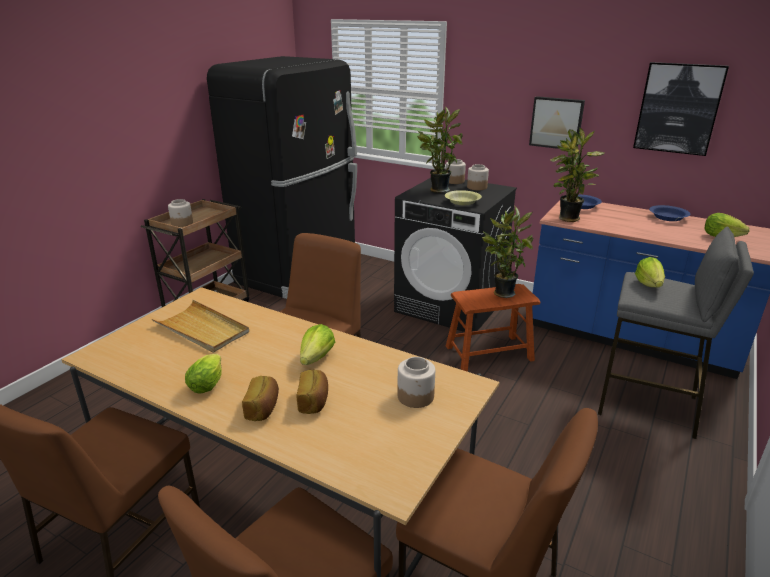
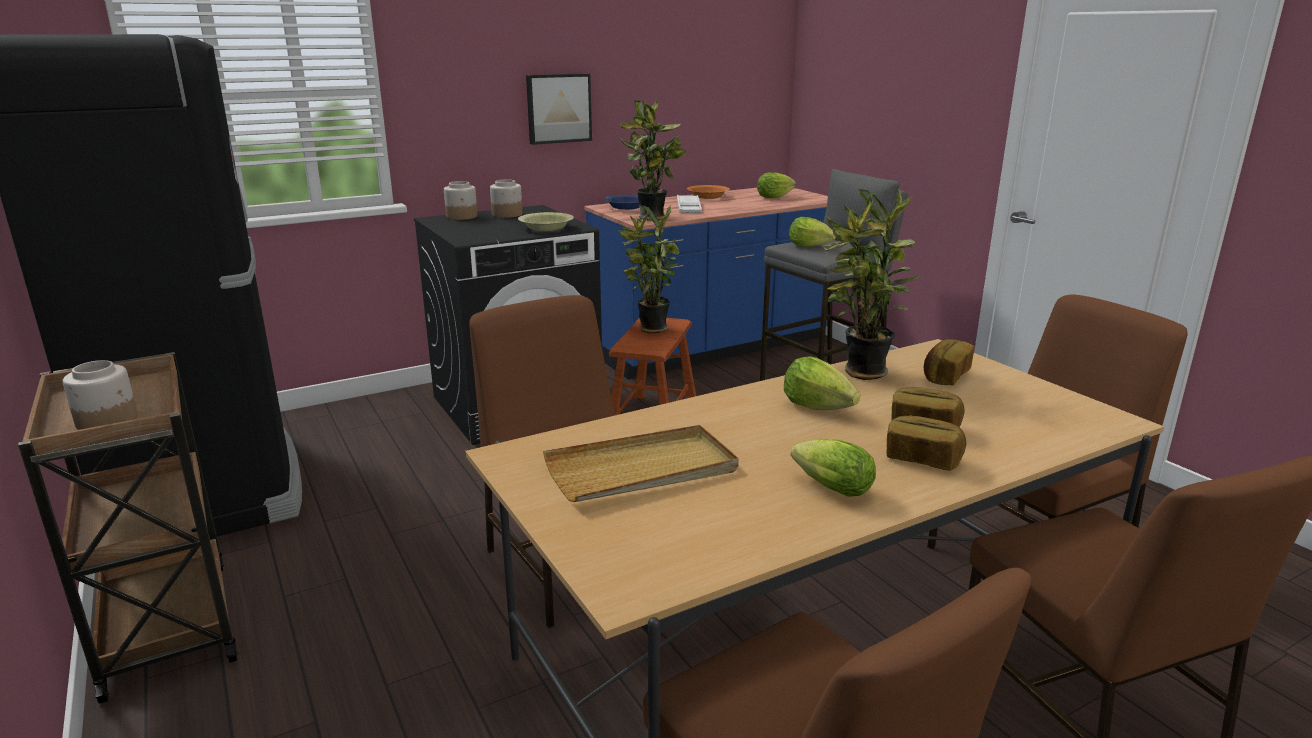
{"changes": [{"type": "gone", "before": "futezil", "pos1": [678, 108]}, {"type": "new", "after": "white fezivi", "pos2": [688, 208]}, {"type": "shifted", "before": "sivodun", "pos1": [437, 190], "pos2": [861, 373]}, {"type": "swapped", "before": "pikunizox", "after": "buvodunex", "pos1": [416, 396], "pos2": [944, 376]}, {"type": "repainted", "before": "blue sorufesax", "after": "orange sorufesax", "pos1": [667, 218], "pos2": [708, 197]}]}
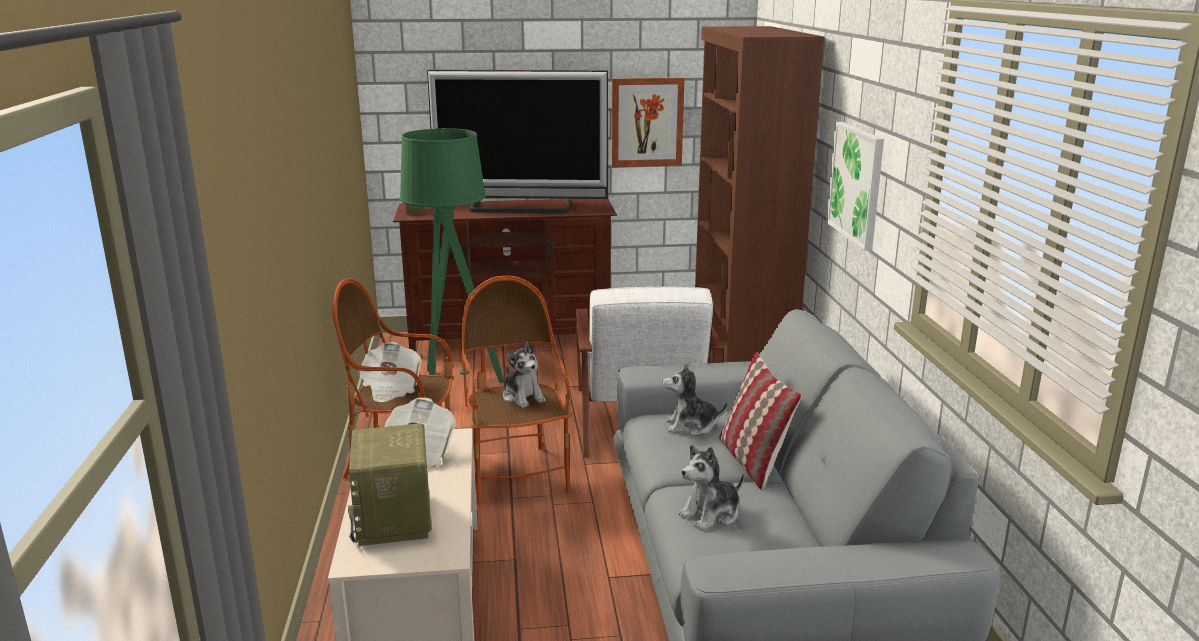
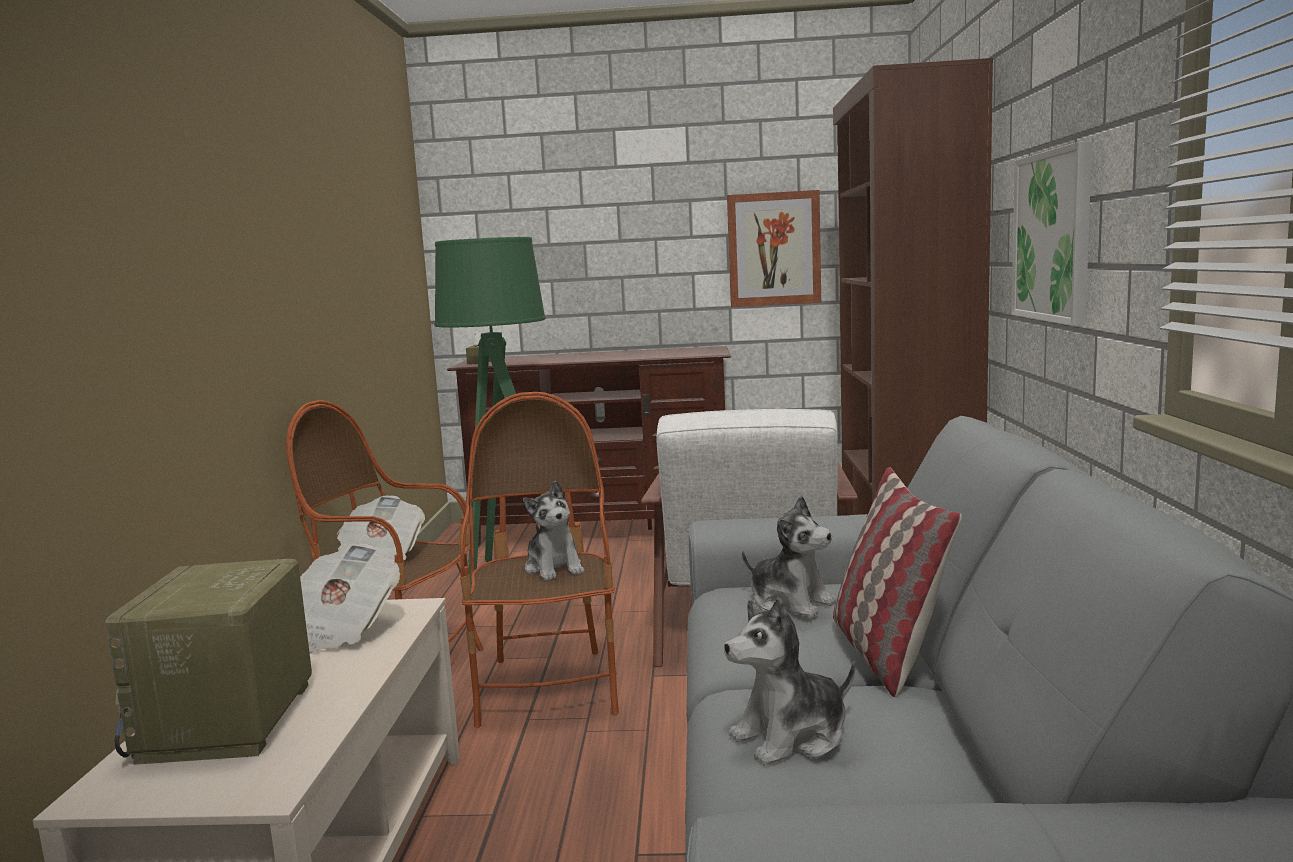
{"changes": [{"type": "gone", "before": "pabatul", "pos1": [521, 207]}, {"type": "rotated", "before": "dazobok", "pos1": [691, 426], "pos2": [790, 602], "turn": -150}]}
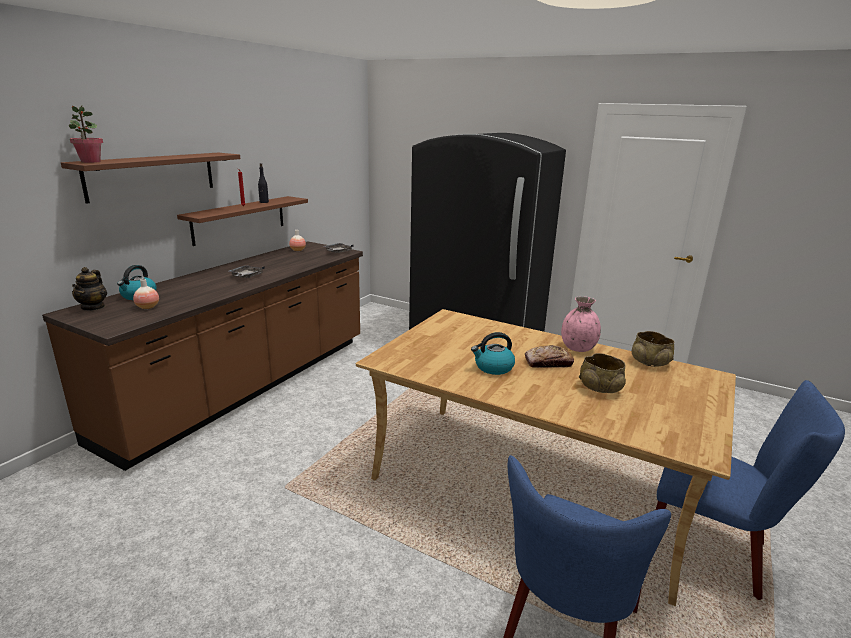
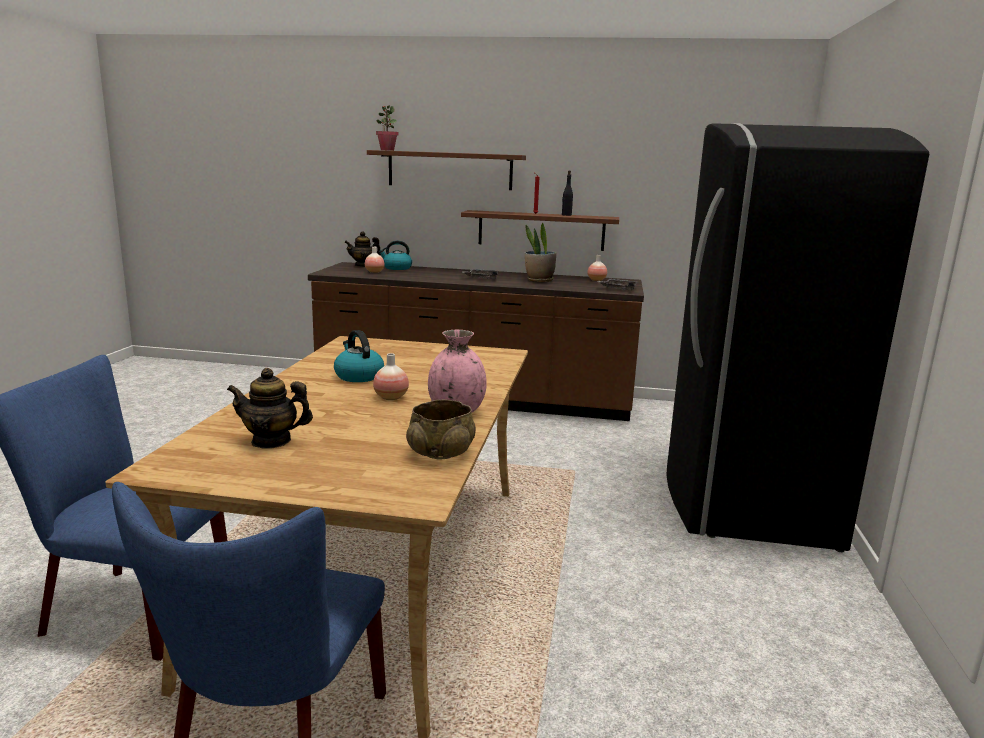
{"changes": [{"type": "gone", "before": "beige sorufesax", "pos1": [600, 388]}, {"type": "new", "after": "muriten", "pos2": [271, 441]}, {"type": "new", "after": "sivodun", "pos2": [539, 280]}, {"type": "swapped", "before": "buvodunex", "after": "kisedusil", "pos1": [548, 363], "pos2": [391, 397]}]}
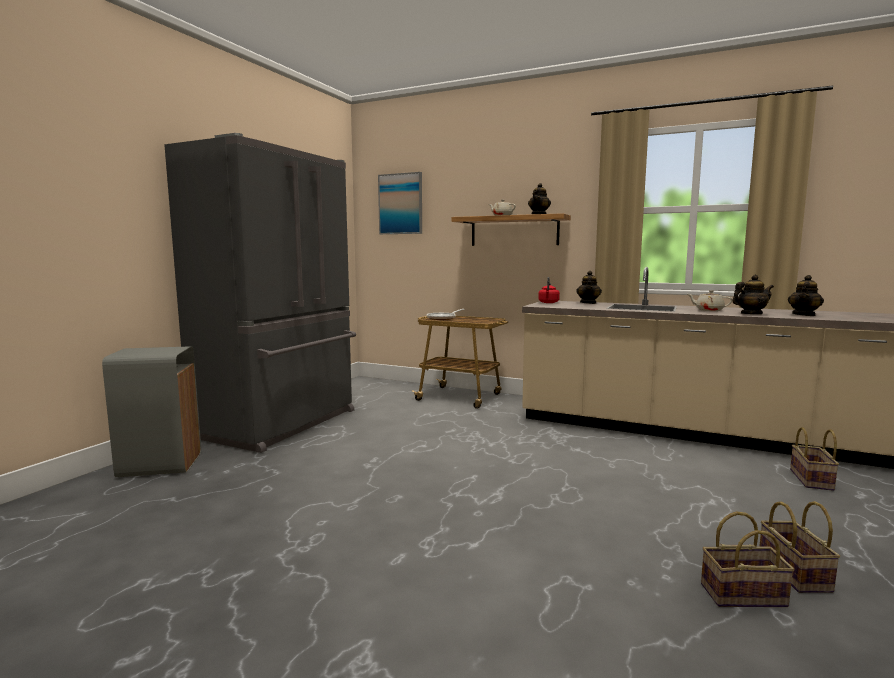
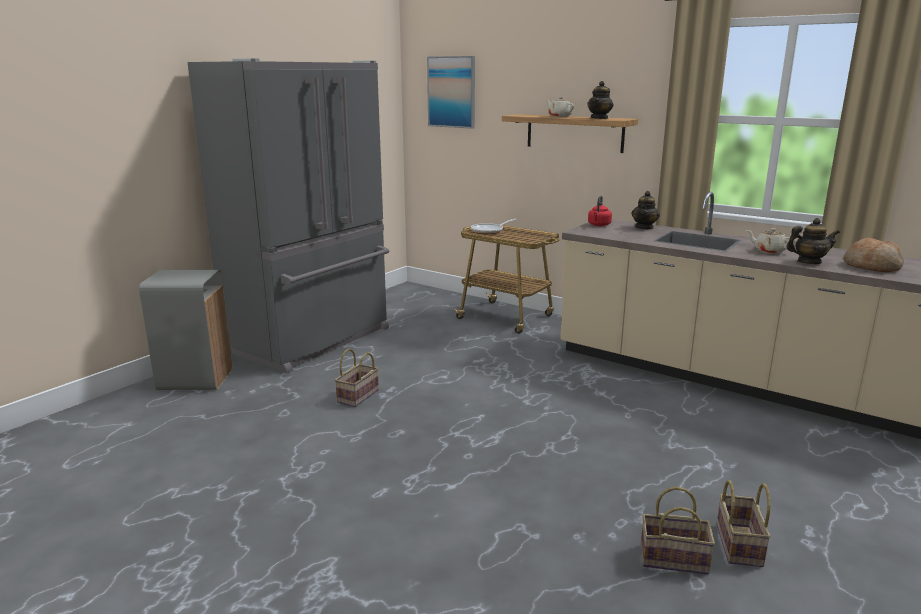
{"changes": [{"type": "shifted", "before": "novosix", "pos1": [812, 480], "pos2": [358, 397]}, {"type": "swapped", "before": "muriten", "after": "buvodunex", "pos1": [804, 315], "pos2": [872, 266]}]}
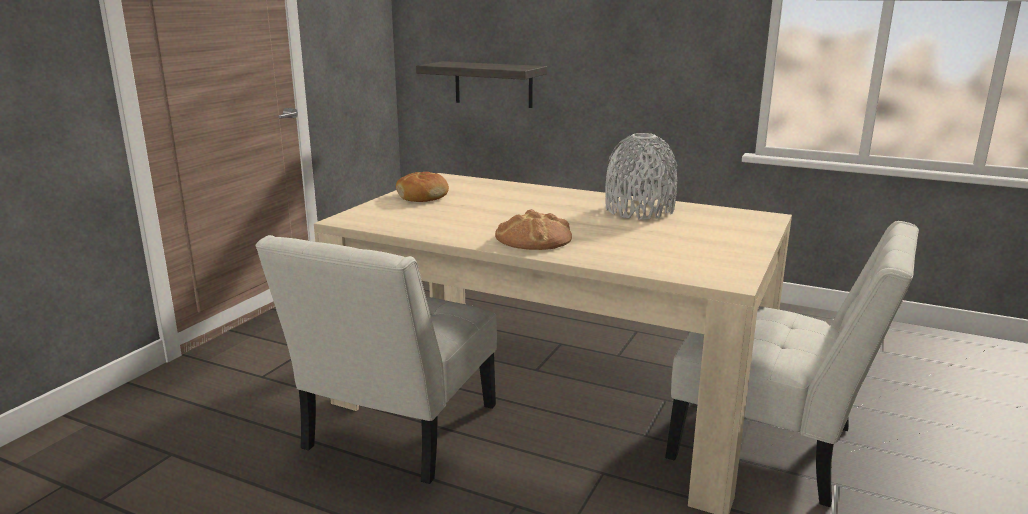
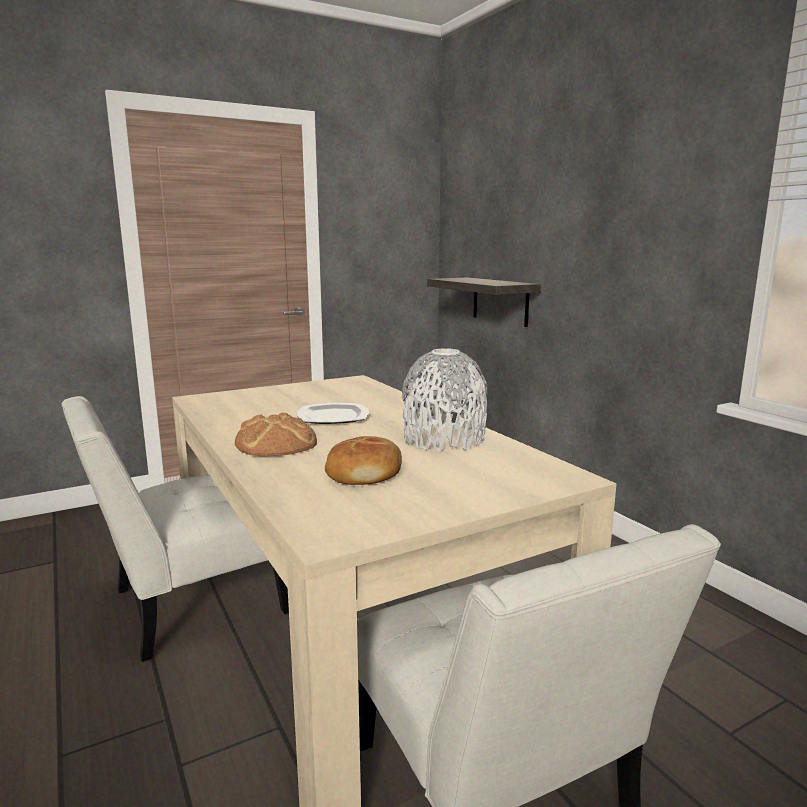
{"changes": [{"type": "new", "after": "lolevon", "pos2": [334, 417]}, {"type": "shifted", "before": "buvodunex", "pos1": [423, 196], "pos2": [364, 473]}]}
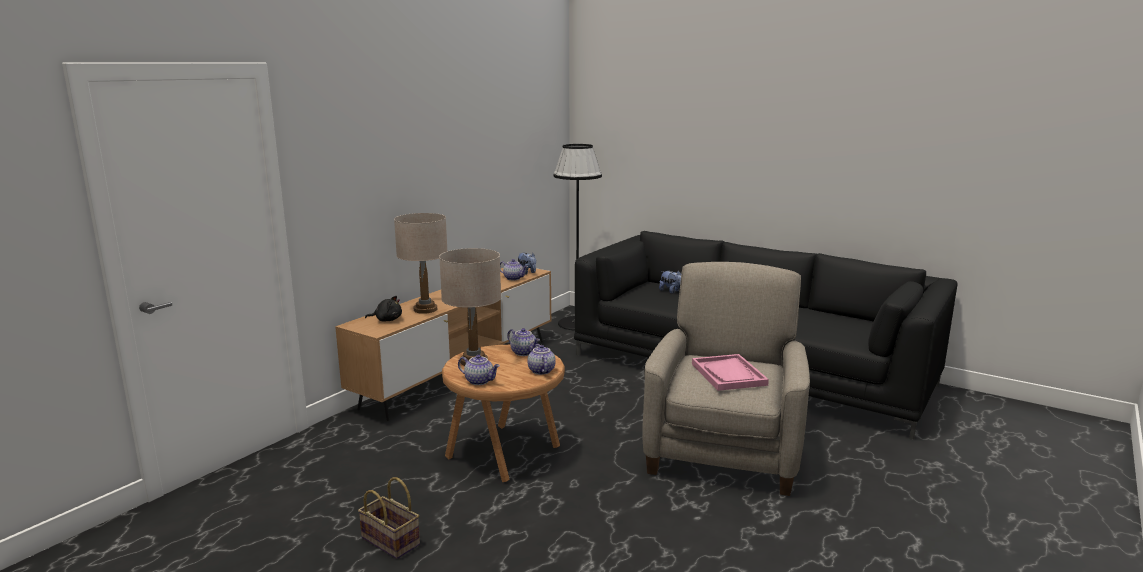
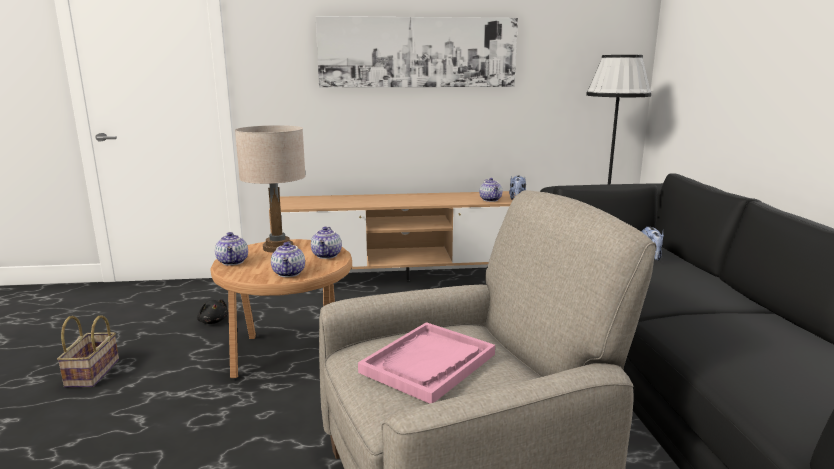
{"changes": [{"type": "gone", "before": "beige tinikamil", "pos1": [425, 309]}, {"type": "new", "after": "futezil", "pos2": [418, 52]}, {"type": "shifted", "before": "black dazobok", "pos1": [387, 320], "pos2": [213, 321]}, {"type": "rotated", "before": "muriten", "pos1": [540, 371], "pos2": [289, 273], "turn": 135}]}
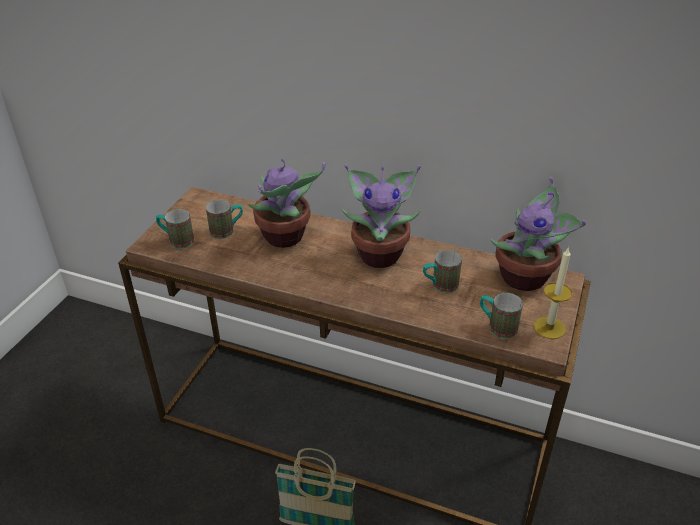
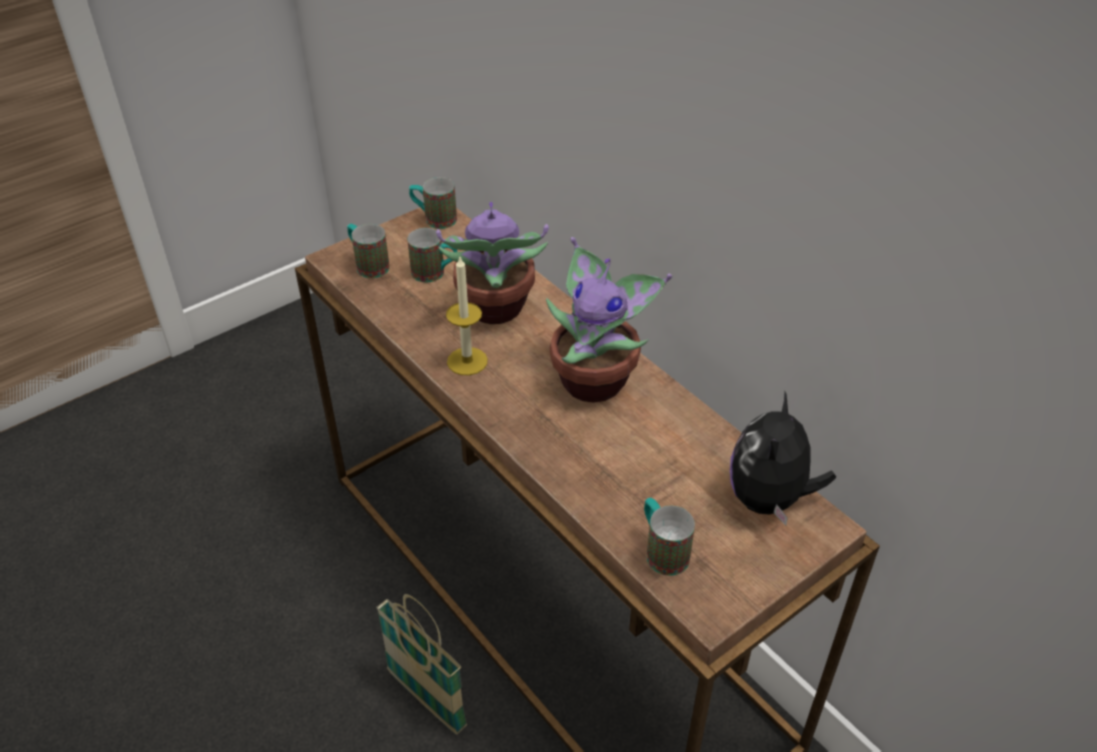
{"changes": [{"type": "shifted", "before": "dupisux", "pos1": [439, 285], "pos2": [434, 219]}, {"type": "shifted", "before": "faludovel", "pos1": [549, 328], "pos2": [467, 361]}, {"type": "swapped", "before": "sivodun", "after": "dazobok", "pos1": [526, 278], "pos2": [769, 499]}]}
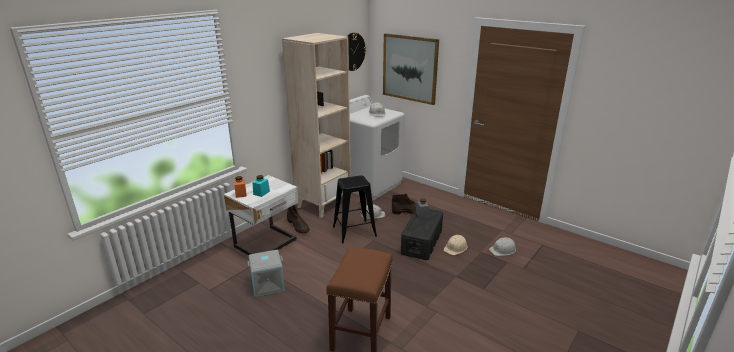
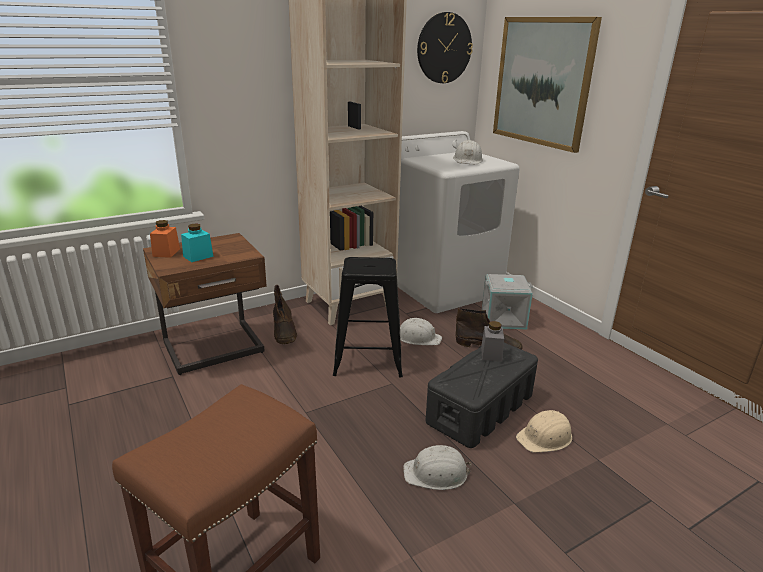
{"changes": [{"type": "shifted", "before": "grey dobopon", "pos1": [268, 284], "pos2": [503, 318]}, {"type": "shifted", "before": "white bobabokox", "pos1": [503, 250], "pos2": [436, 473]}, {"type": "repainted", "before": "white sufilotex", "after": "brown sufilotex", "pos1": [267, 244], "pos2": [215, 349]}]}
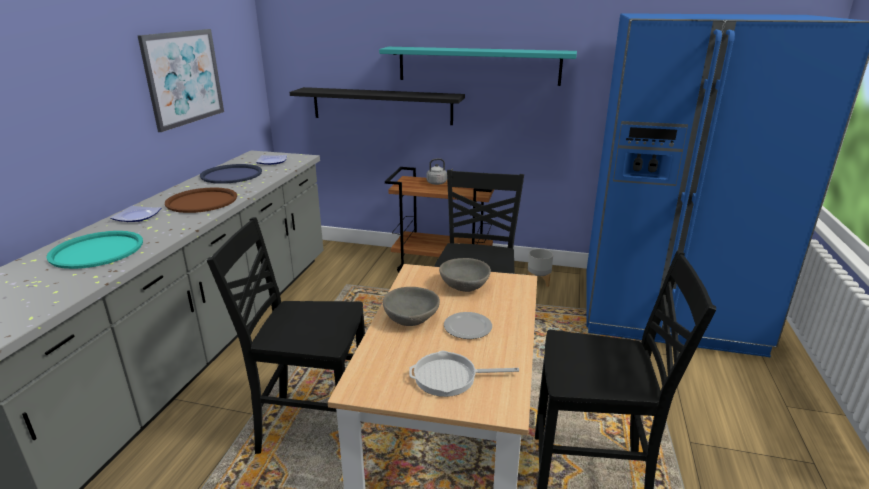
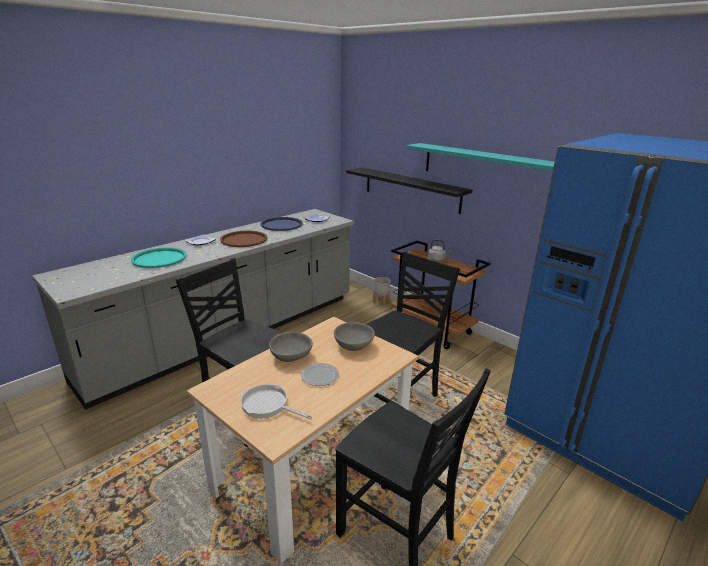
{"changes": [{"type": "gone", "before": "futezil", "pos1": [184, 78]}, {"type": "shifted", "before": "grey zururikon", "pos1": [538, 282], "pos2": [380, 301]}]}
